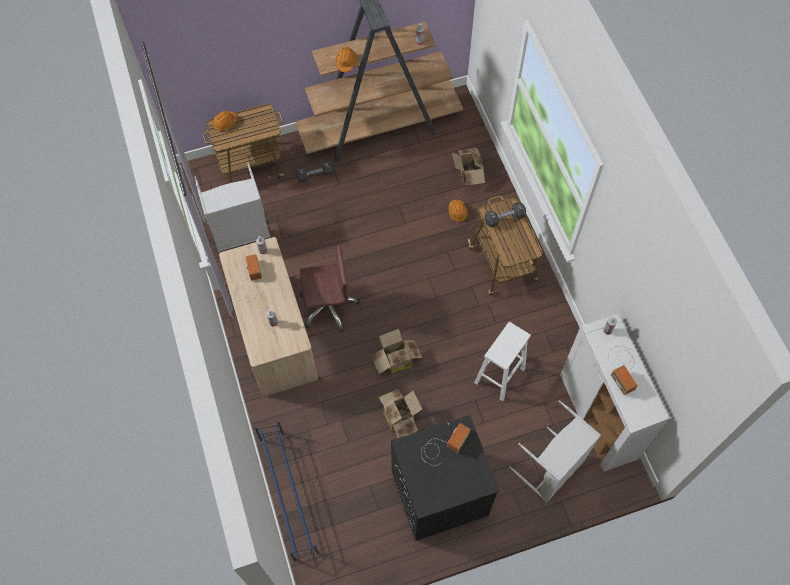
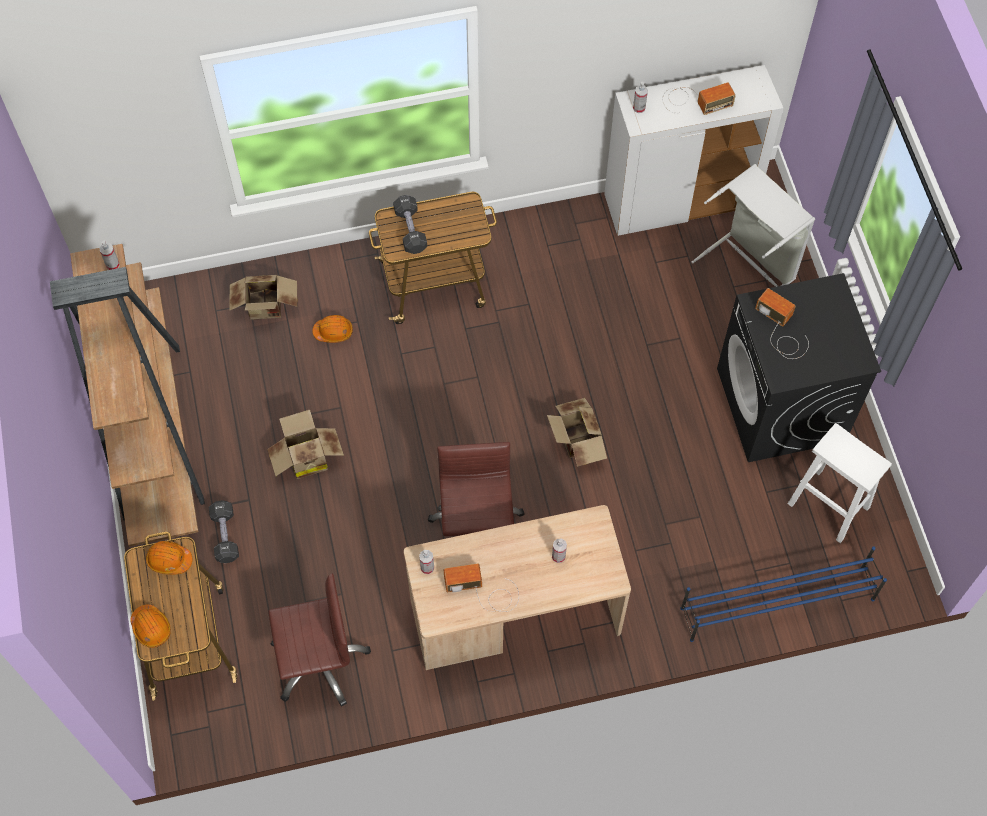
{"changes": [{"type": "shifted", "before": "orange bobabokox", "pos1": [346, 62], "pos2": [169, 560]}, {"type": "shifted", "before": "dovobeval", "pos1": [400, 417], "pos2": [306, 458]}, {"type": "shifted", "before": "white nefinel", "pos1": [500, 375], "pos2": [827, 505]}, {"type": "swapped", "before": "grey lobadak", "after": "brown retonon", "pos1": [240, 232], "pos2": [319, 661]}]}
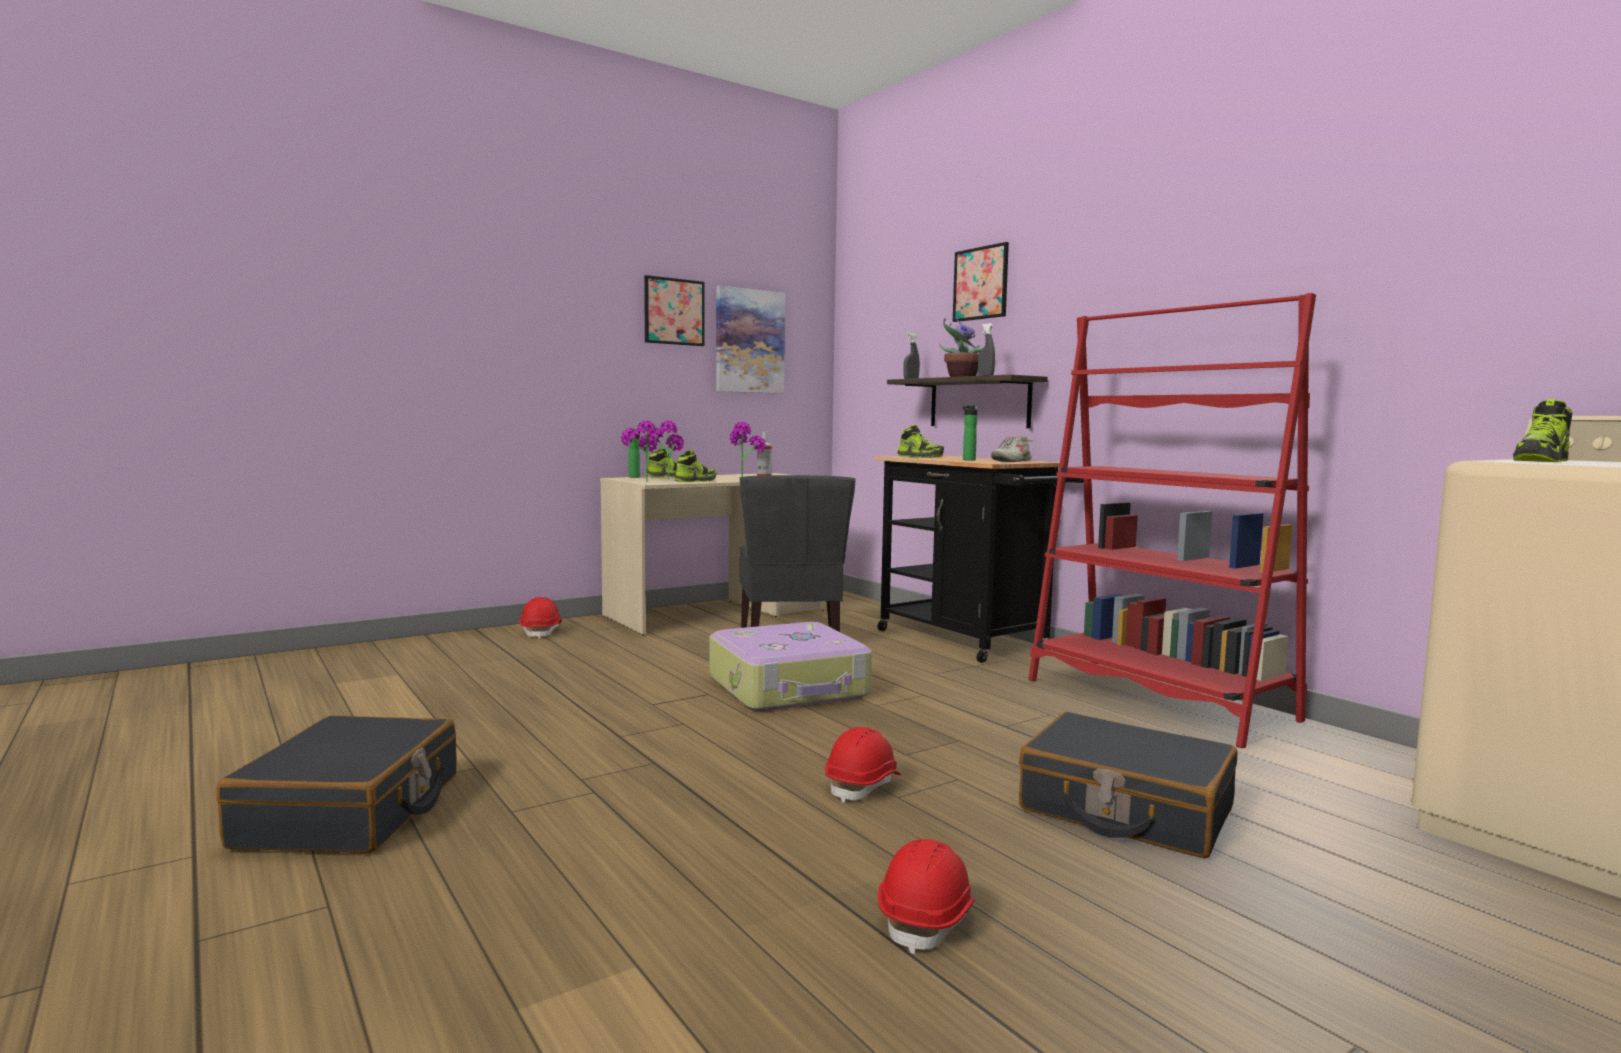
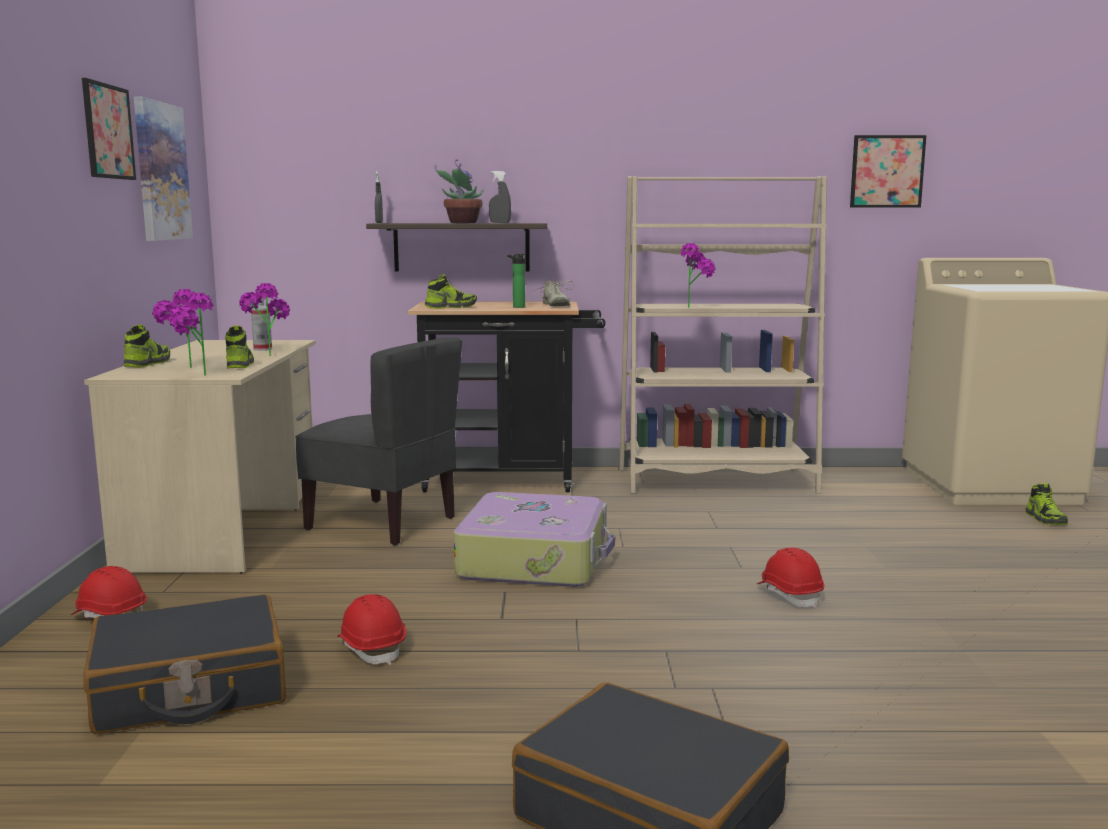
{"changes": [{"type": "gone", "before": "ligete", "pos1": [634, 477]}, {"type": "new", "after": "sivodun", "pos2": [695, 307]}, {"type": "shifted", "before": "red bobabokox", "pos1": [928, 919], "pos2": [372, 648]}, {"type": "shifted", "before": "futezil", "pos1": [980, 283], "pos2": [887, 171]}, {"type": "shifted", "before": "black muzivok", "pos1": [1125, 809], "pos2": [190, 689]}, {"type": "shifted", "before": "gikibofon", "pos1": [1542, 461], "pos2": [1045, 519]}, {"type": "repainted", "before": "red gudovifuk", "after": "beige gudovifuk", "pos1": [1157, 700], "pos2": [716, 481]}]}
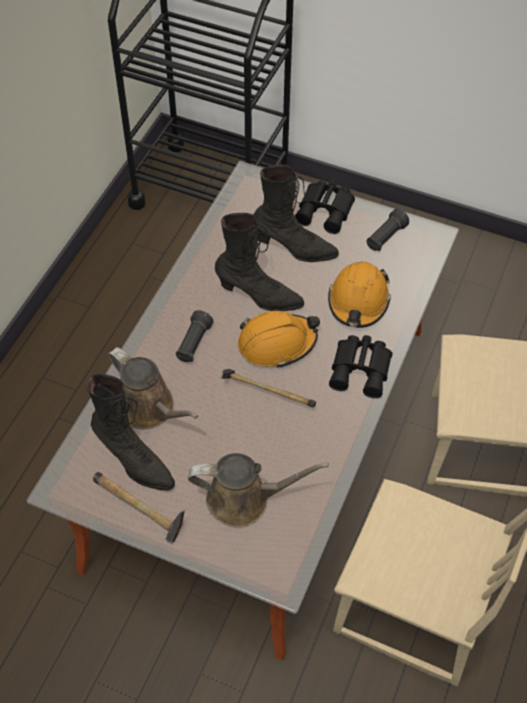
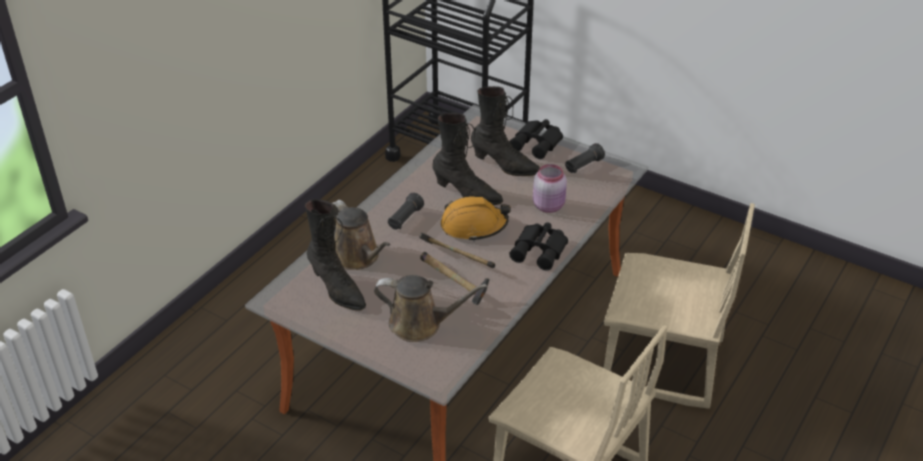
{"changes": [{"type": "shifted", "before": "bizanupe", "pos1": [140, 511], "pos2": [454, 283]}, {"type": "swapped", "before": "orange bobabokox", "after": "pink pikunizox", "pos1": [358, 301], "pos2": [549, 205]}]}
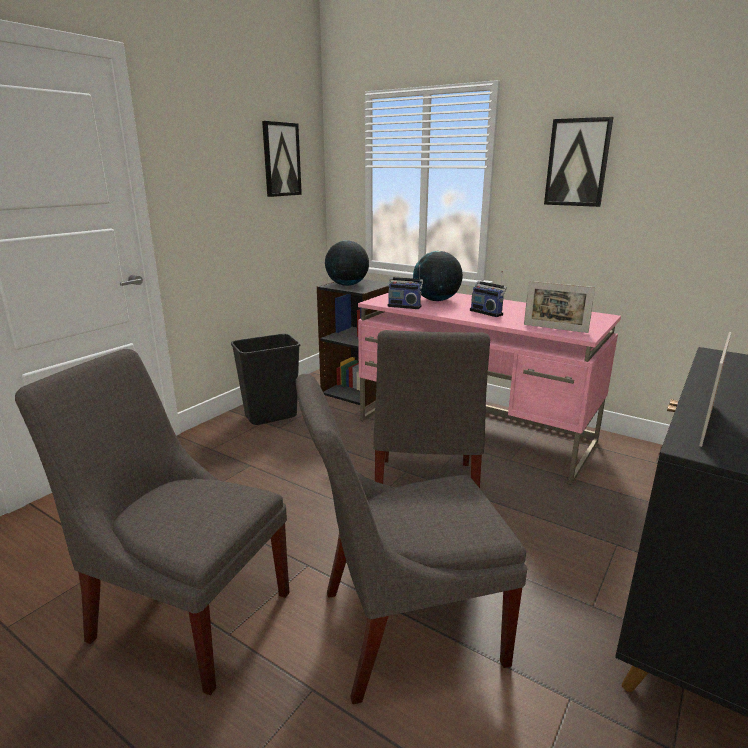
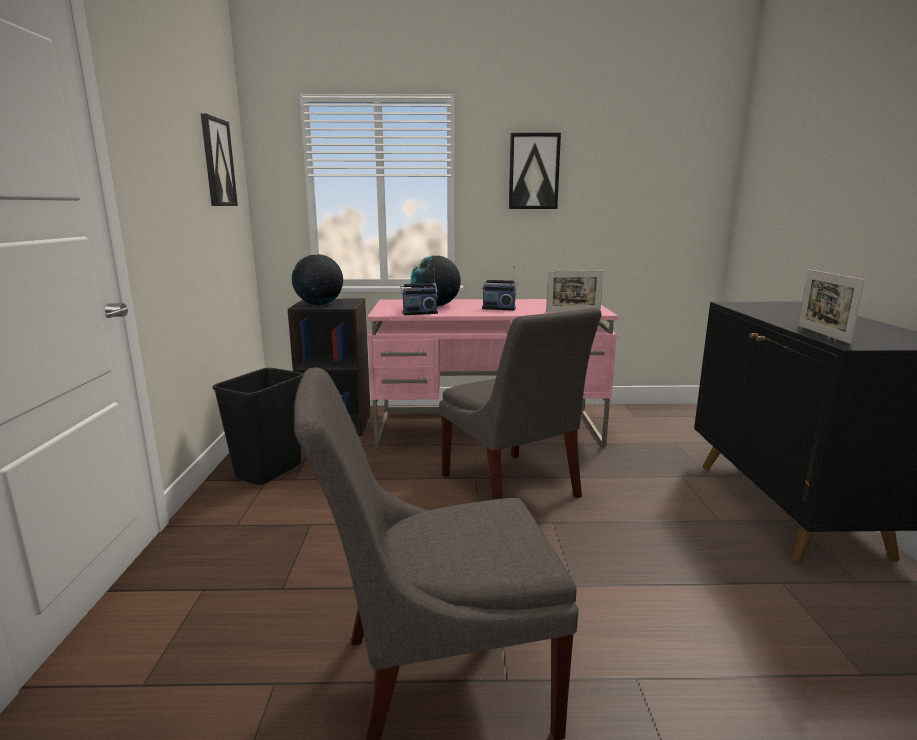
{"changes": [{"type": "gone", "before": "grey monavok", "pos1": [402, 627]}]}
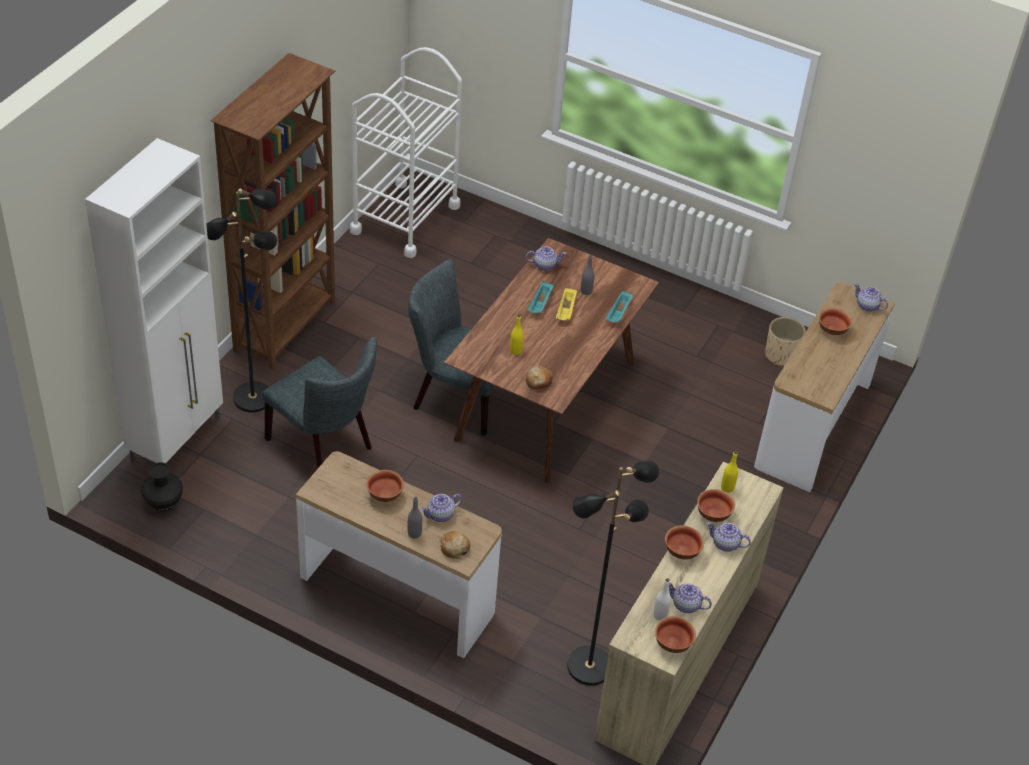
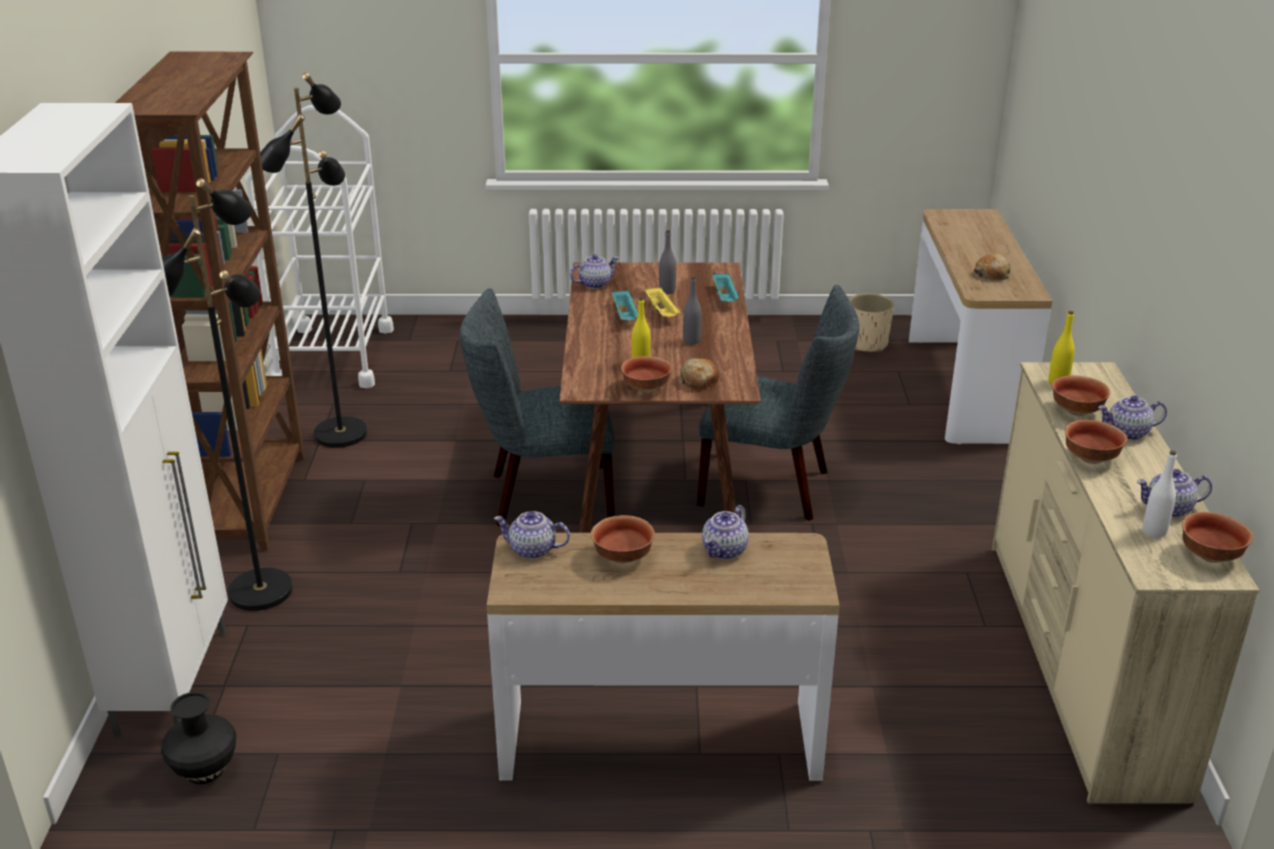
{"changes": [{"type": "shifted", "before": "grey monavok", "pos1": [324, 446], "pos2": [773, 488]}, {"type": "shifted", "before": "grey ligete", "pos1": [414, 533], "pos2": [691, 341]}, {"type": "shifted", "before": "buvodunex", "pos1": [454, 548], "pos2": [992, 274]}, {"type": "shifted", "before": "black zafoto", "pos1": [589, 665], "pos2": [340, 433]}, {"type": "shifted", "before": "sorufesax", "pos1": [832, 330], "pos2": [645, 388]}, {"type": "shifted", "before": "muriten", "pos1": [867, 306], "pos2": [533, 550]}]}
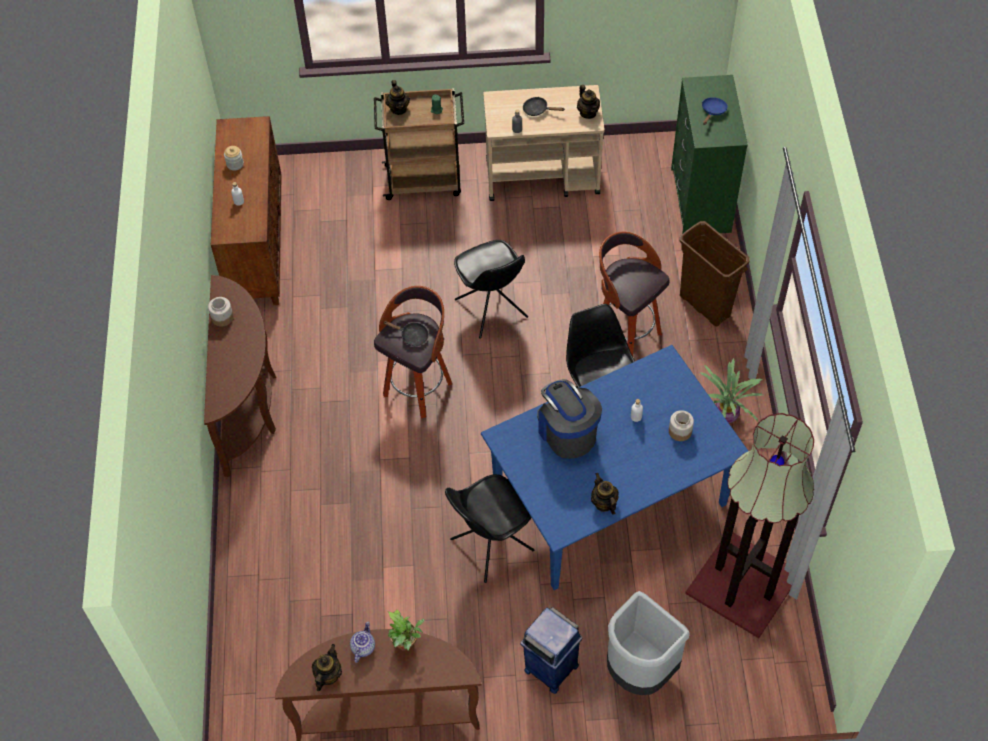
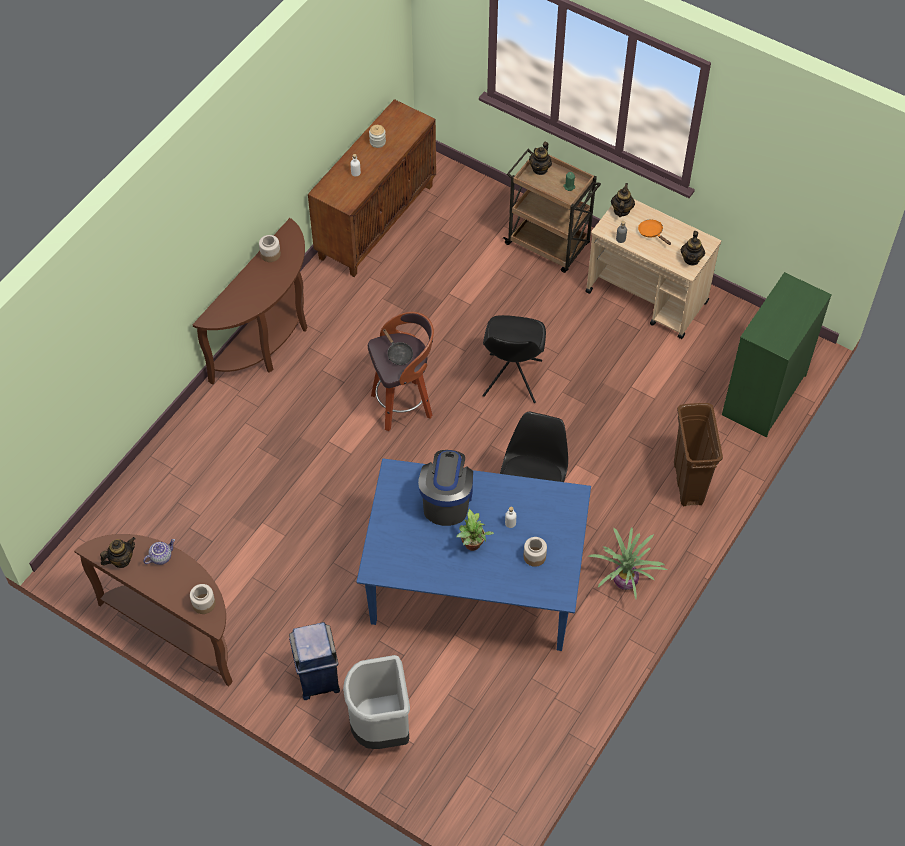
{"changes": [{"type": "gone", "before": "black monavok", "pos1": [490, 545]}, {"type": "gone", "before": "nefinel", "pos1": [625, 333]}, {"type": "gone", "before": "zafoto", "pos1": [743, 585]}, {"type": "gone", "before": "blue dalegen", "pos1": [713, 111]}, {"type": "new", "after": "pikunizox", "pos2": [204, 604]}, {"type": "shifted", "before": "sivodun", "pos1": [406, 644], "pos2": [472, 546]}, {"type": "shifted", "before": "muriten", "pos1": [604, 503], "pos2": [621, 210]}, {"type": "repainted", "before": "black dalegen", "after": "orange dalegen", "pos1": [538, 110], "pos2": [652, 233]}]}
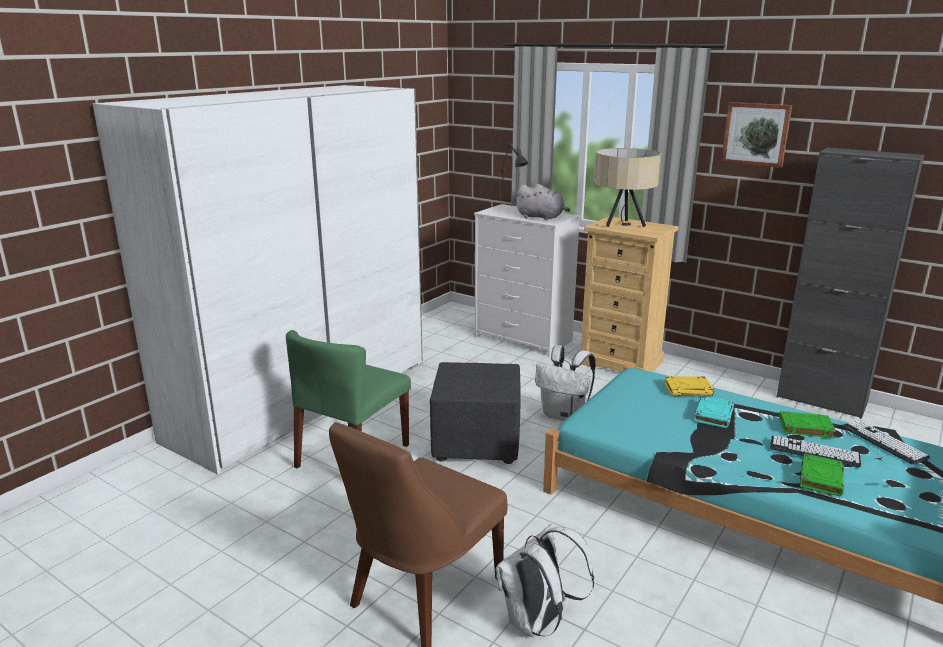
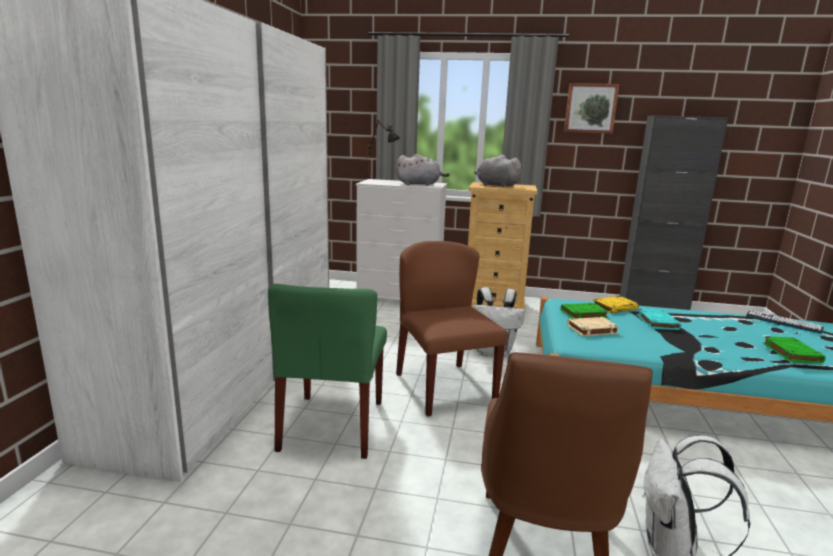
{"changes": [{"type": "gone", "before": "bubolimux", "pos1": [814, 452]}, {"type": "new", "after": "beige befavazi", "pos2": [591, 329]}, {"type": "shifted", "before": "green befavazi", "pos1": [805, 428], "pos2": [583, 314]}, {"type": "swapped", "before": "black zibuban", "after": "brown monavok", "pos1": [477, 443], "pos2": [444, 388]}, {"type": "swapped", "before": "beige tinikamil", "after": "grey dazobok", "pos1": [622, 225], "pos2": [495, 185]}]}
